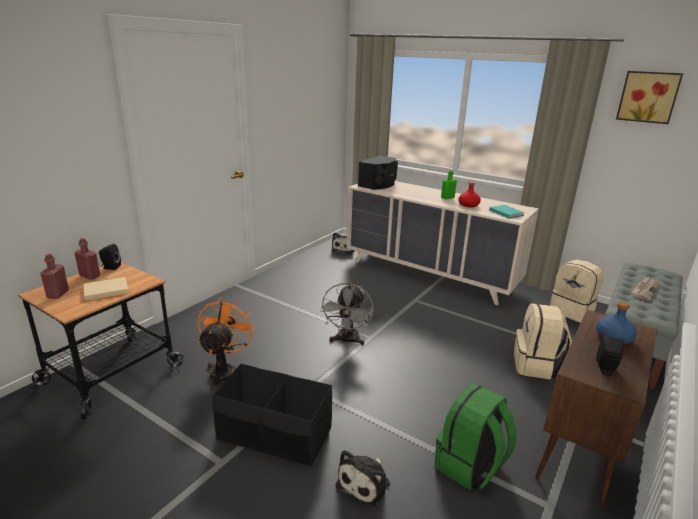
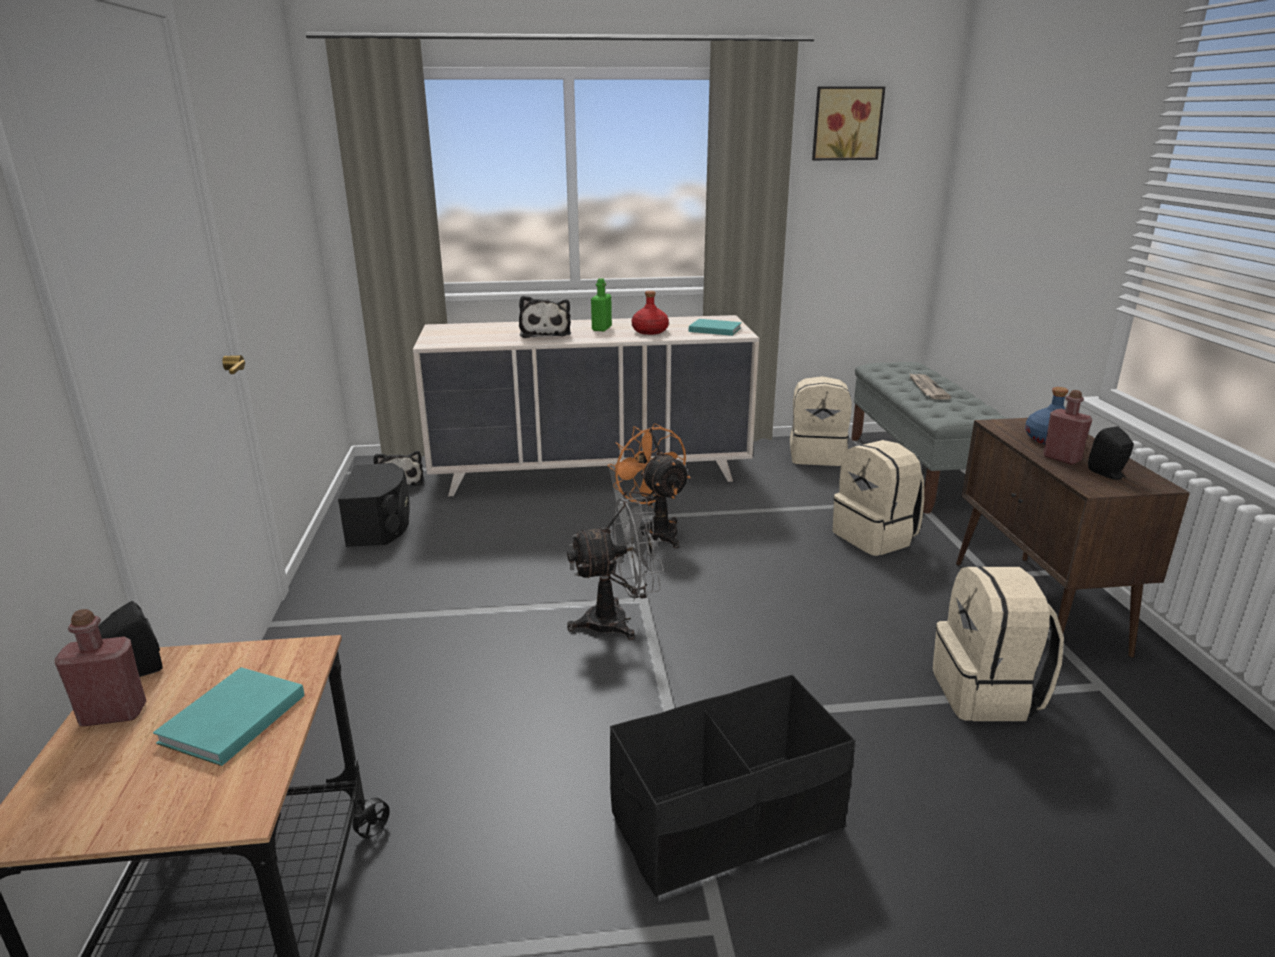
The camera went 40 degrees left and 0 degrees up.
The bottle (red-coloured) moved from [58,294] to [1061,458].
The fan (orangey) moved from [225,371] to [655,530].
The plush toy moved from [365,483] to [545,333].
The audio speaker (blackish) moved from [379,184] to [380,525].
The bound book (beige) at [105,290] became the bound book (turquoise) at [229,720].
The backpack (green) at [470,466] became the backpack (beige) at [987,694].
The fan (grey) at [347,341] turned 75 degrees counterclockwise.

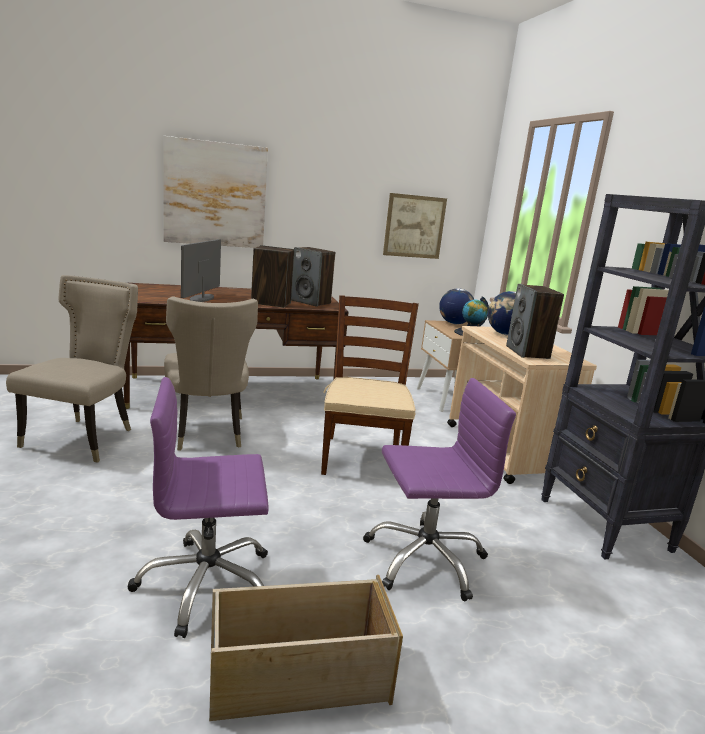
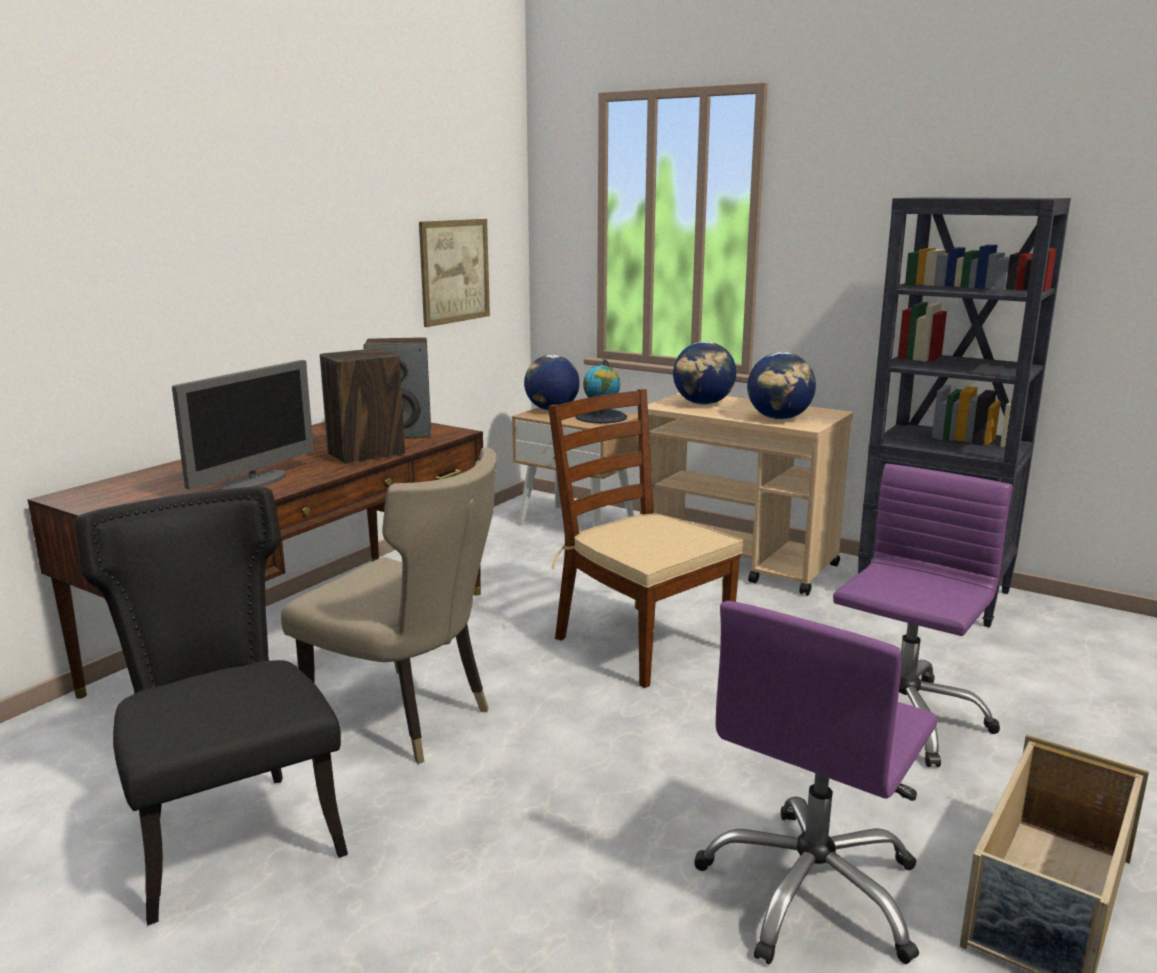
The camera went 40 degrees left and 0 degrees up.
The picture at [215,194] disappeared.
The audio speaker at [528,352] was replaced by the globe at [779,418].
The plain chair (beige) at [84,438] became the plain chair (blackish) at [233,835].
The computer display at [201,298] turned 120 degrees counterclockwise.

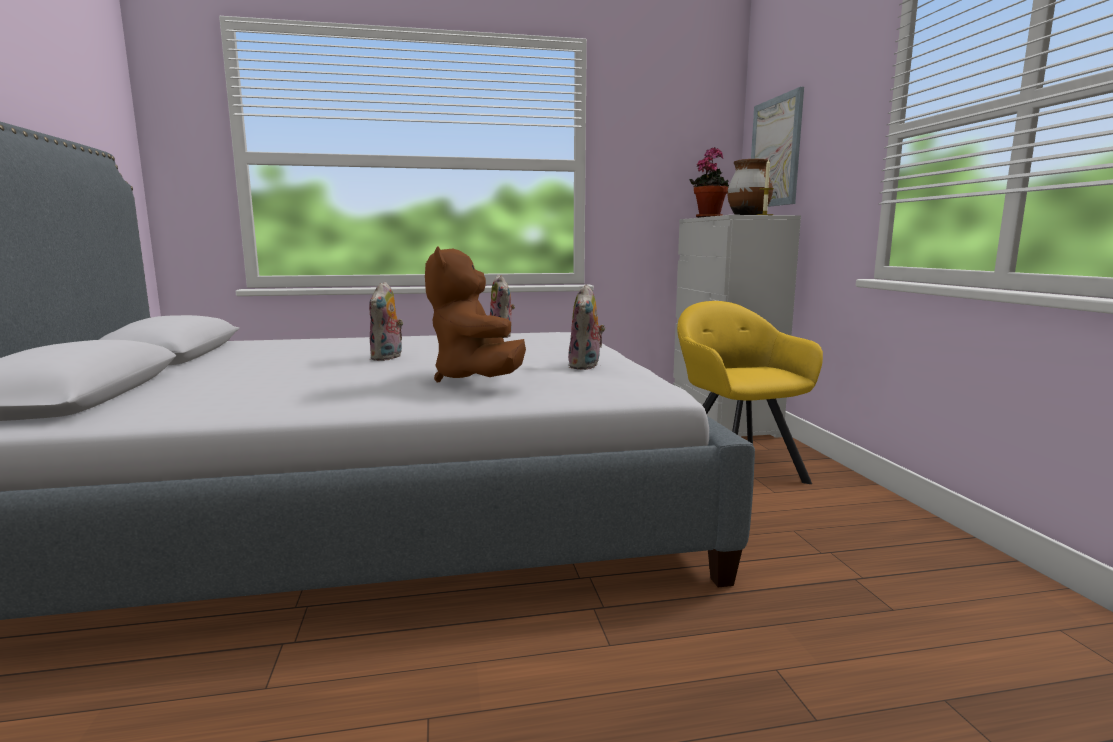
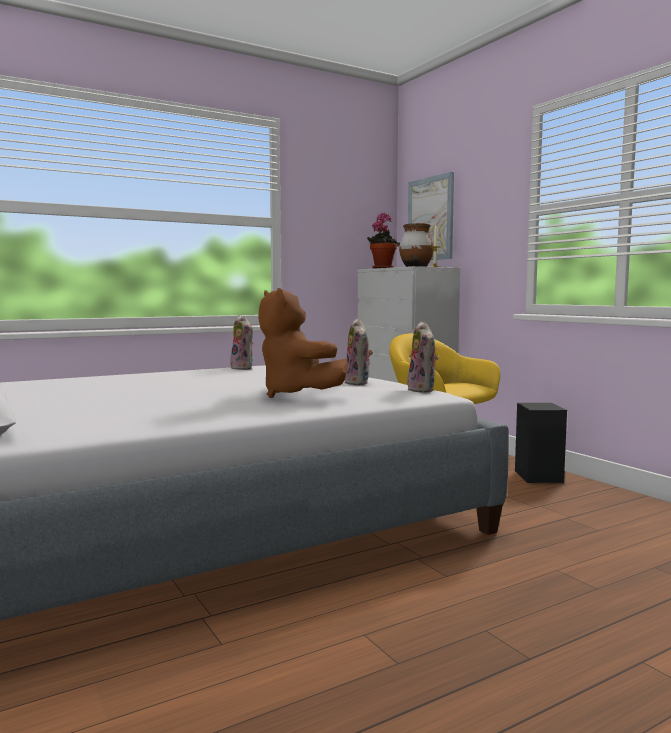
The camera went 20 degrees left and 5 degrees down.
The audio speaker (blackish) at [539,477] appeared.
The plush toy moved from [388,358] to [423,390].

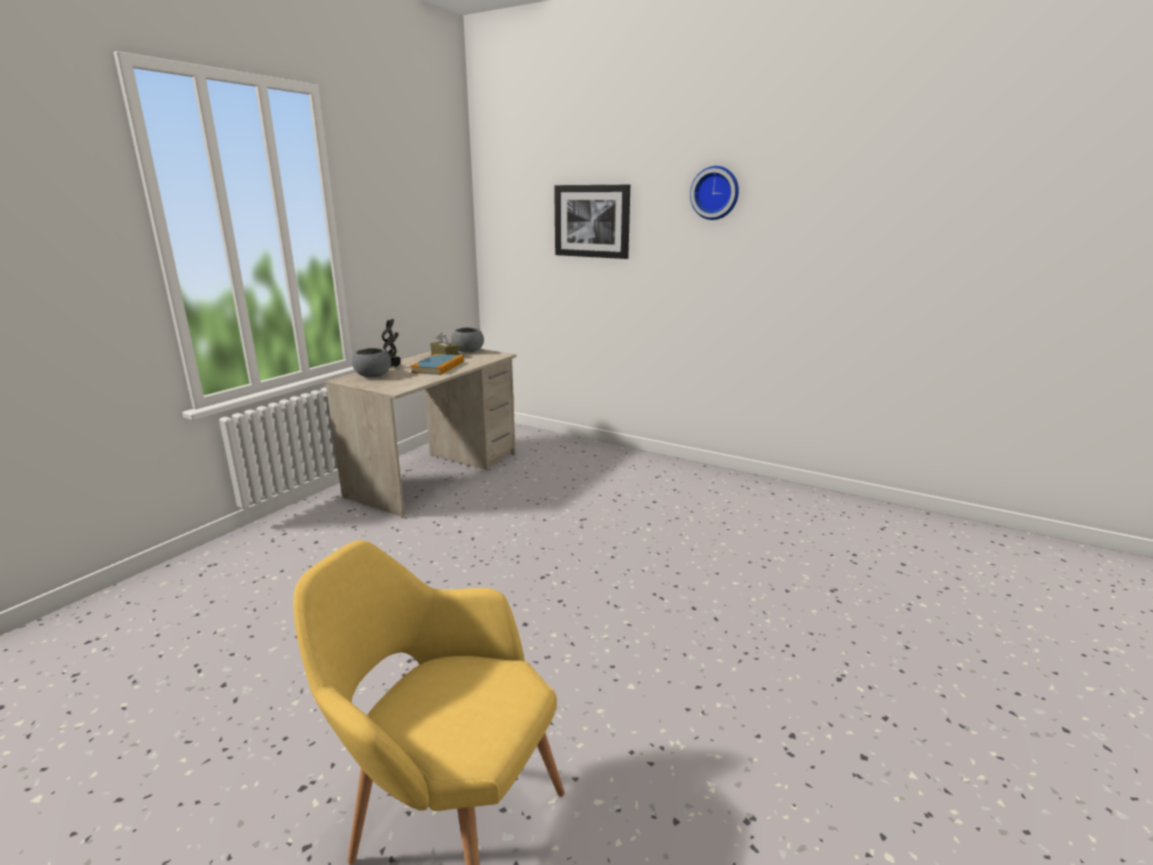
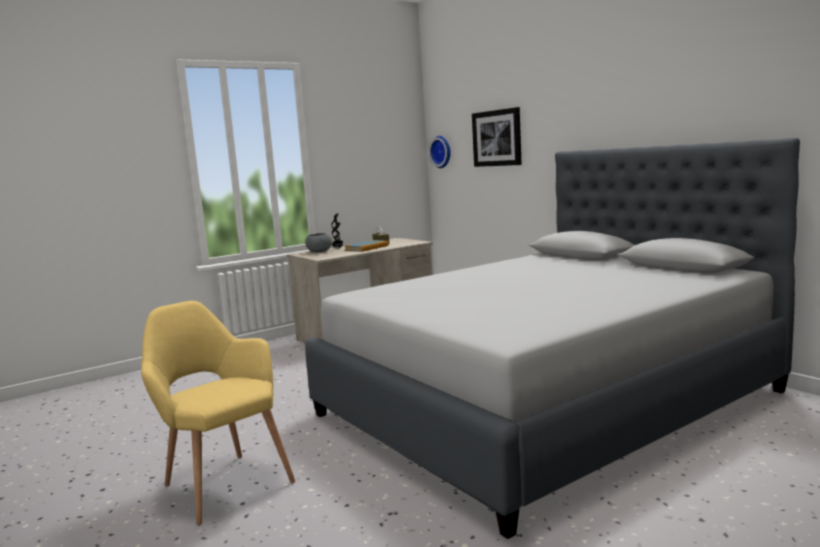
The camera went 25 degrees right and 10 degrees down.
The deep dish (grey) at [468,351] disappeared.
The sleeping bed (grey) at [547,403] appeared.
The hanging clock moved from [715,193] to [442,151].

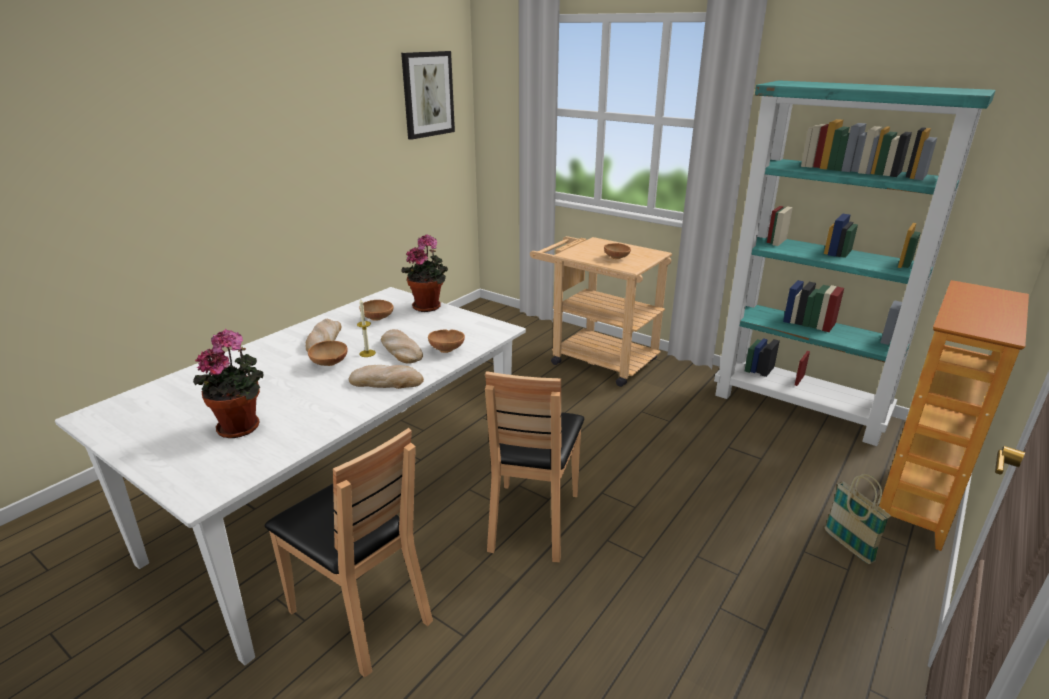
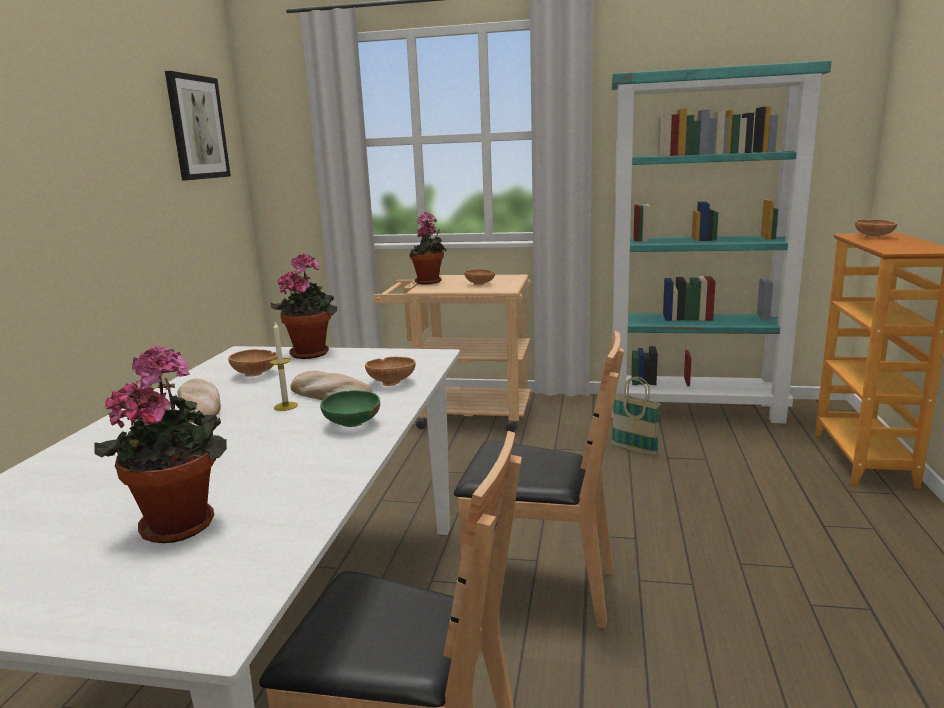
The camera went 25 degrees left and 10 degrees down.
The plant in a pot at [429,282] appeared.
The deep dish (brown) moved from [329,364] to [874,237].
The household basket moved from [848,546] to [634,449].
The bakery bread at [386,381] was replaced by the deep dish (green) at [352,425].
The plain chair (brown) at [533,520] turned 60 degrees counterclockwise.

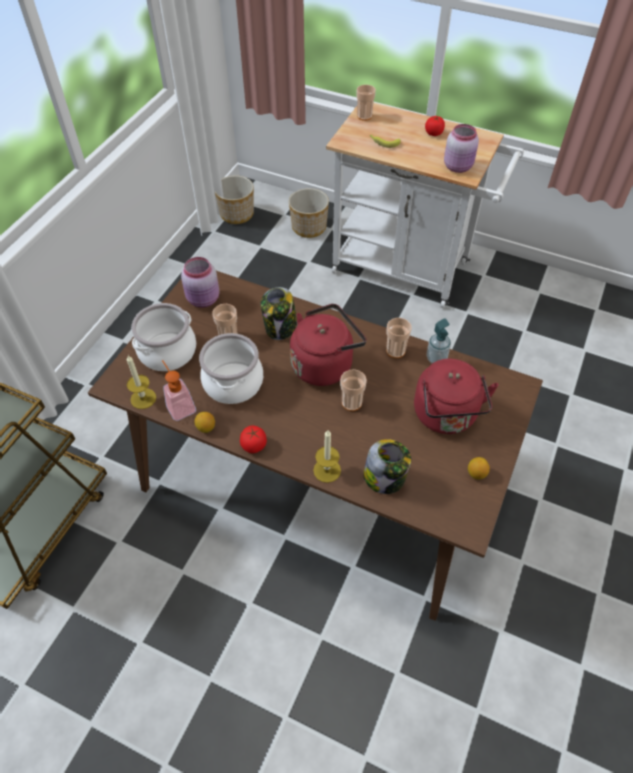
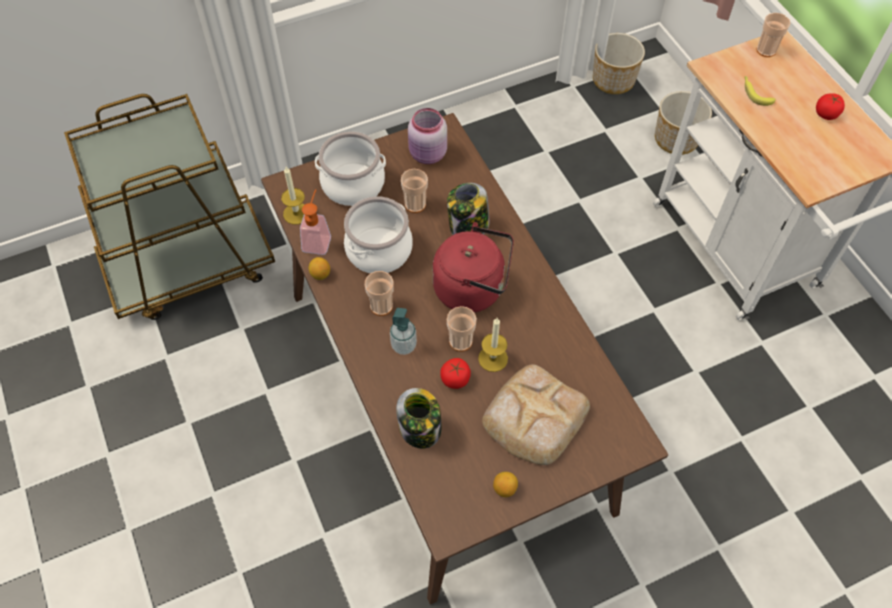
The camera went 40 degrees right and 5 degrees up.
The preserve jar (pink) at [458,166] disappeared.
The fresh tomato moved from [254,445] to [455,379].
The wax candle moved from [327,470] to [493,358].
The small cup moved from [395,351] to [381,306].
The soap bottle moved from [436,358] to [404,345].
The water kettle (red-coloured) at [446,416] was replaced by the bakery bread at [533,417].

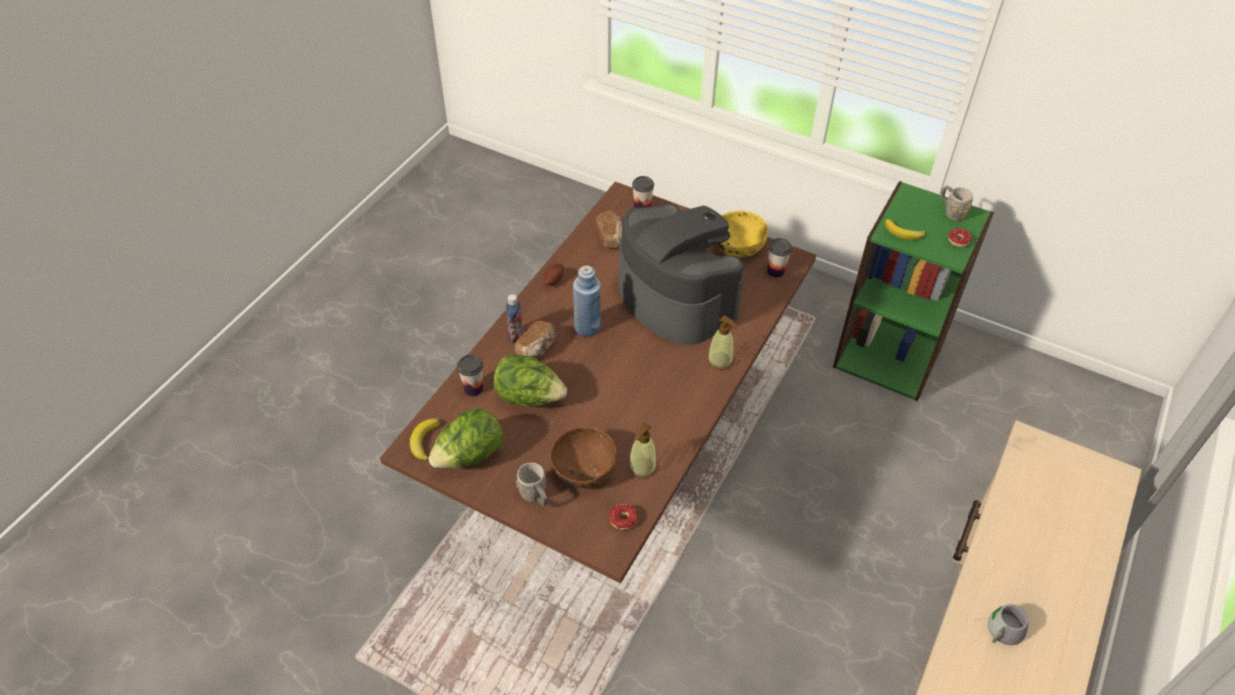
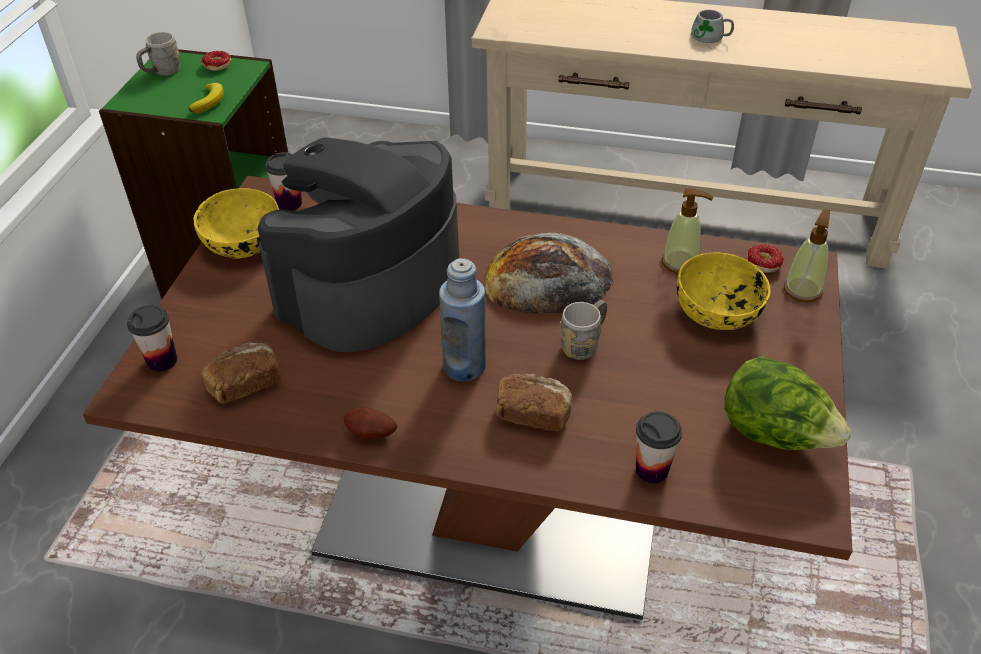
The camera went 105 degrees left and 5 degrees down.
The banana fruit at [424,441] disappeared.
The head of lettuce at [529,397] disappeared.
The bottle at [516,335] disappeared.
The bakery bread at [547,278] appeared.
The tea mug (grey) moved from [535,497] to [584,344].
The soap bottle moved from [720,360] to [802,290].
The deep dish (brown) at [583,469] became the deep dish (yellow) at [718,312].

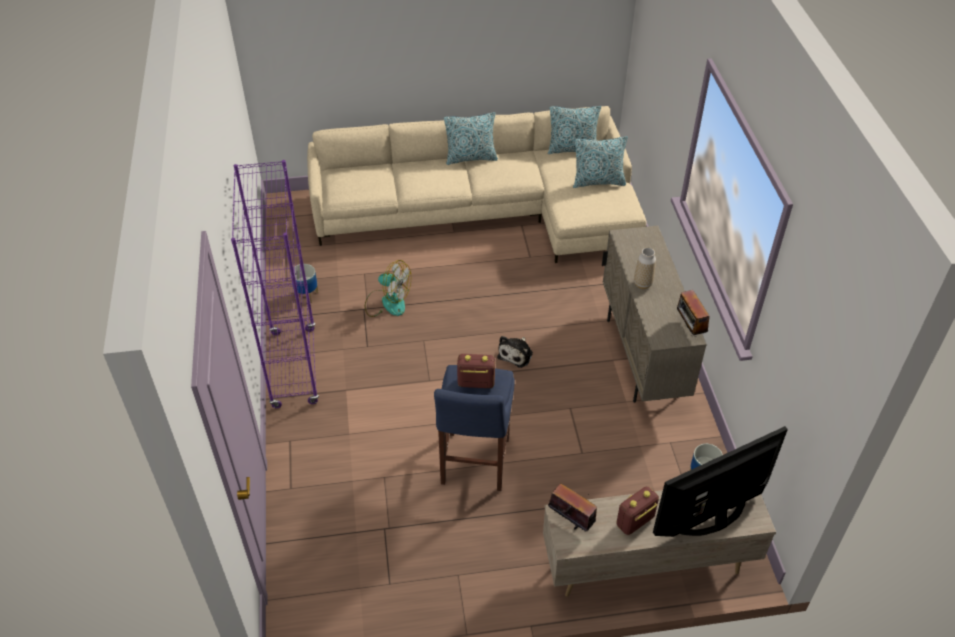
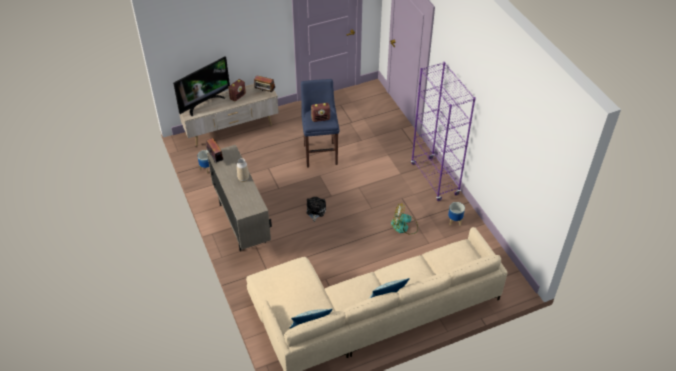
The camera went 165 degrees right and 0 degrees up.
The pillow at [598,181] disappeared.

